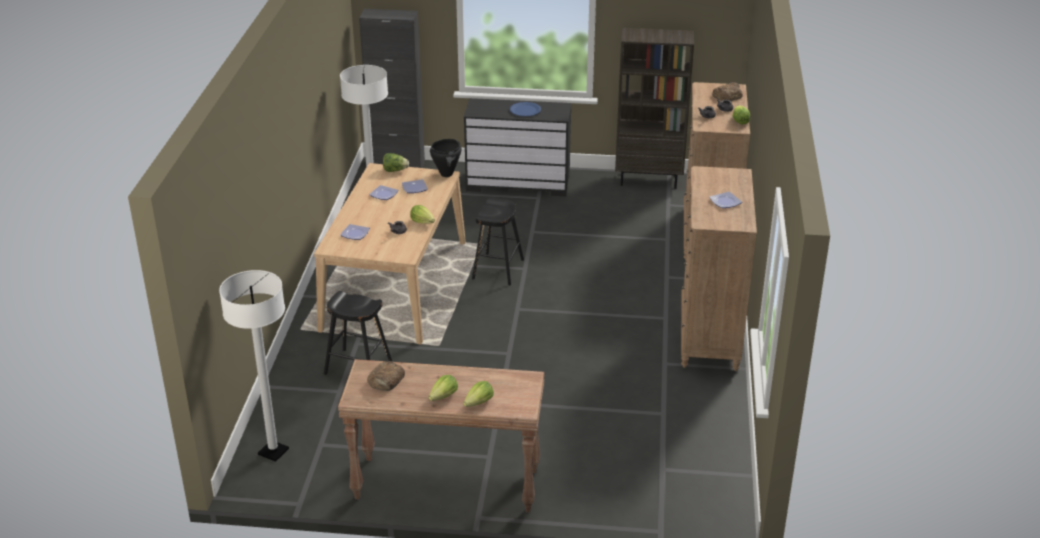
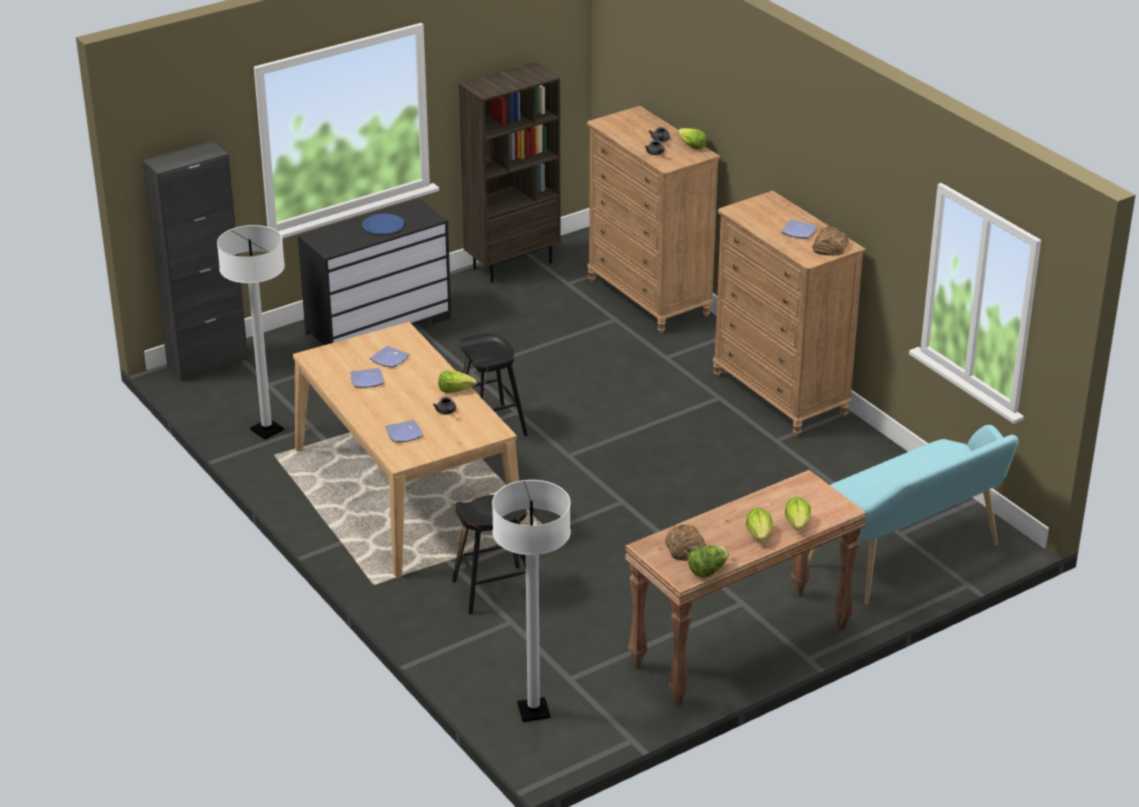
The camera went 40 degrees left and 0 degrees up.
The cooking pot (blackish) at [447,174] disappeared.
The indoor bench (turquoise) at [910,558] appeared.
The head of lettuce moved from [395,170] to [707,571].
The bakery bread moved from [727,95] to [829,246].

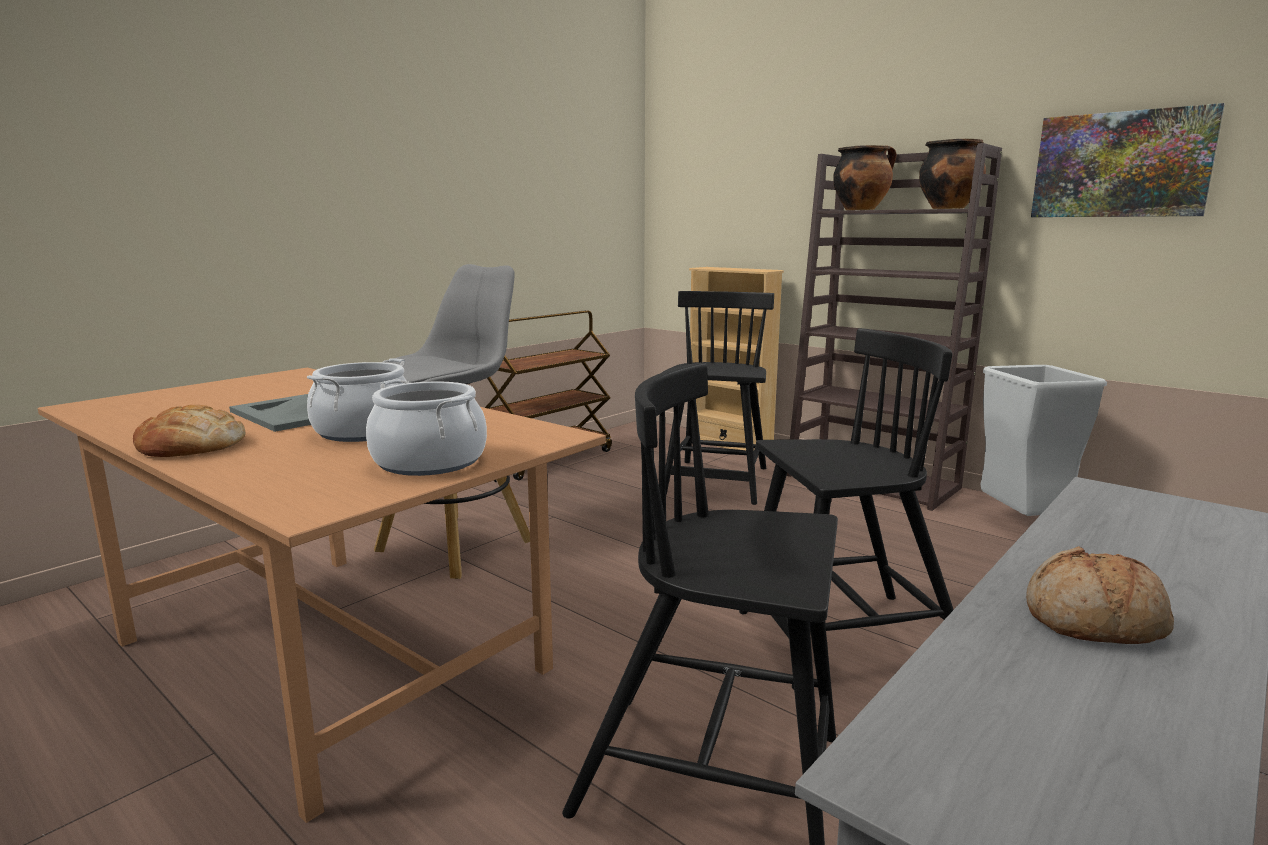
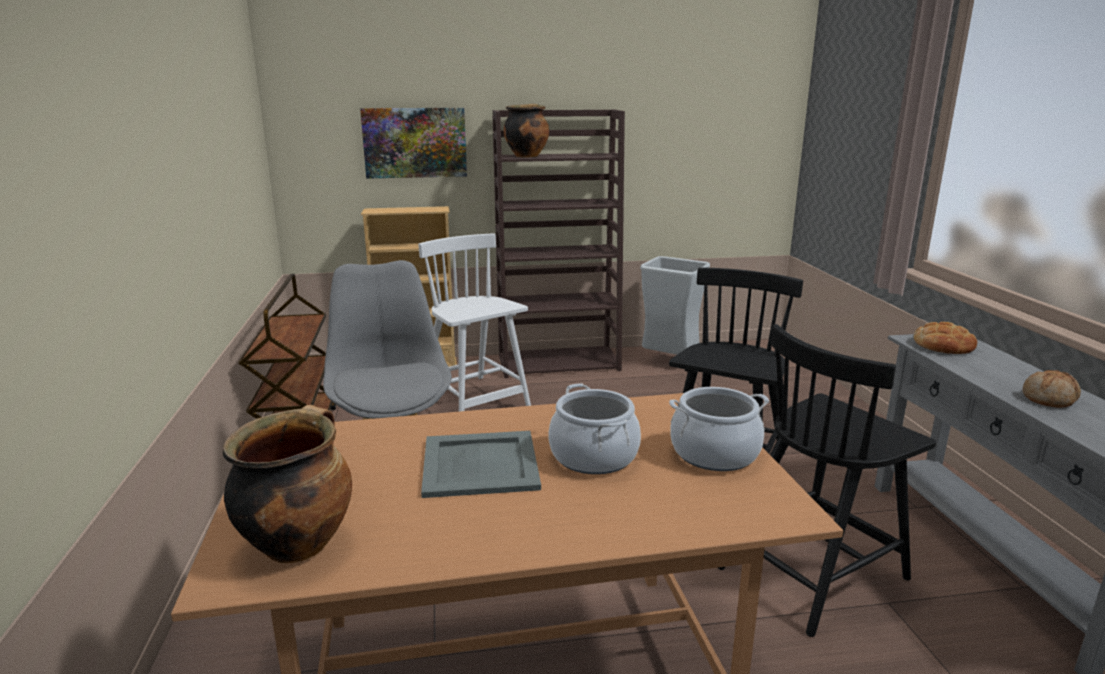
The camera went 50 degrees left and 5 degrees up.
The bakery bread moved from [192,445] to [943,345].
The cooking pot moved from [948,209] to [298,543].
The picture moved from [1121,165] to [415,142].
The plain chair (blackish) at [716,482] became the plain chair (white-coloured) at [474,402].

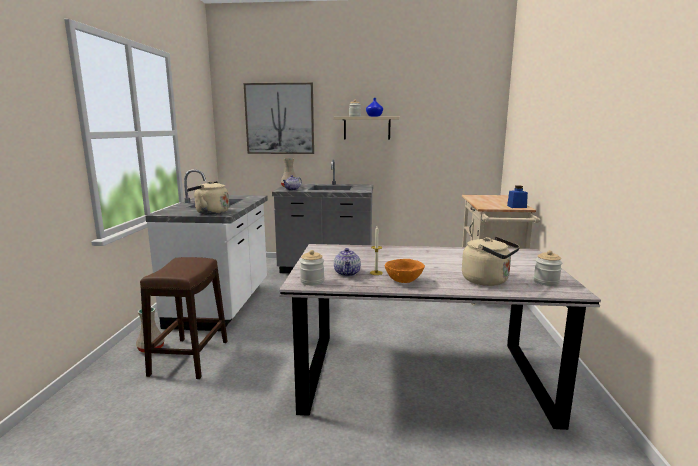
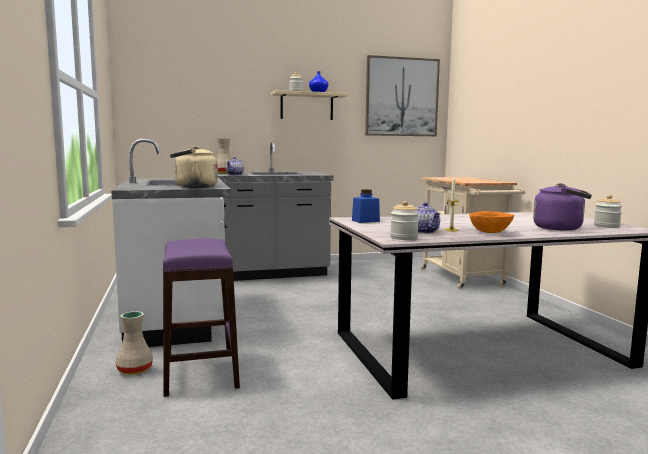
The camera went 20 degrees left and 5 degrees down.
The picture moved from [279,119] to [401,97].
The preserve jar (bluish) moved from [516,206] to [365,221].
The stool seat (brown) at [189,358] became the stool seat (purple-coloured) at [199,371].
The water kettle (beige) at [488,281] became the water kettle (purple-coloured) at [561,228].

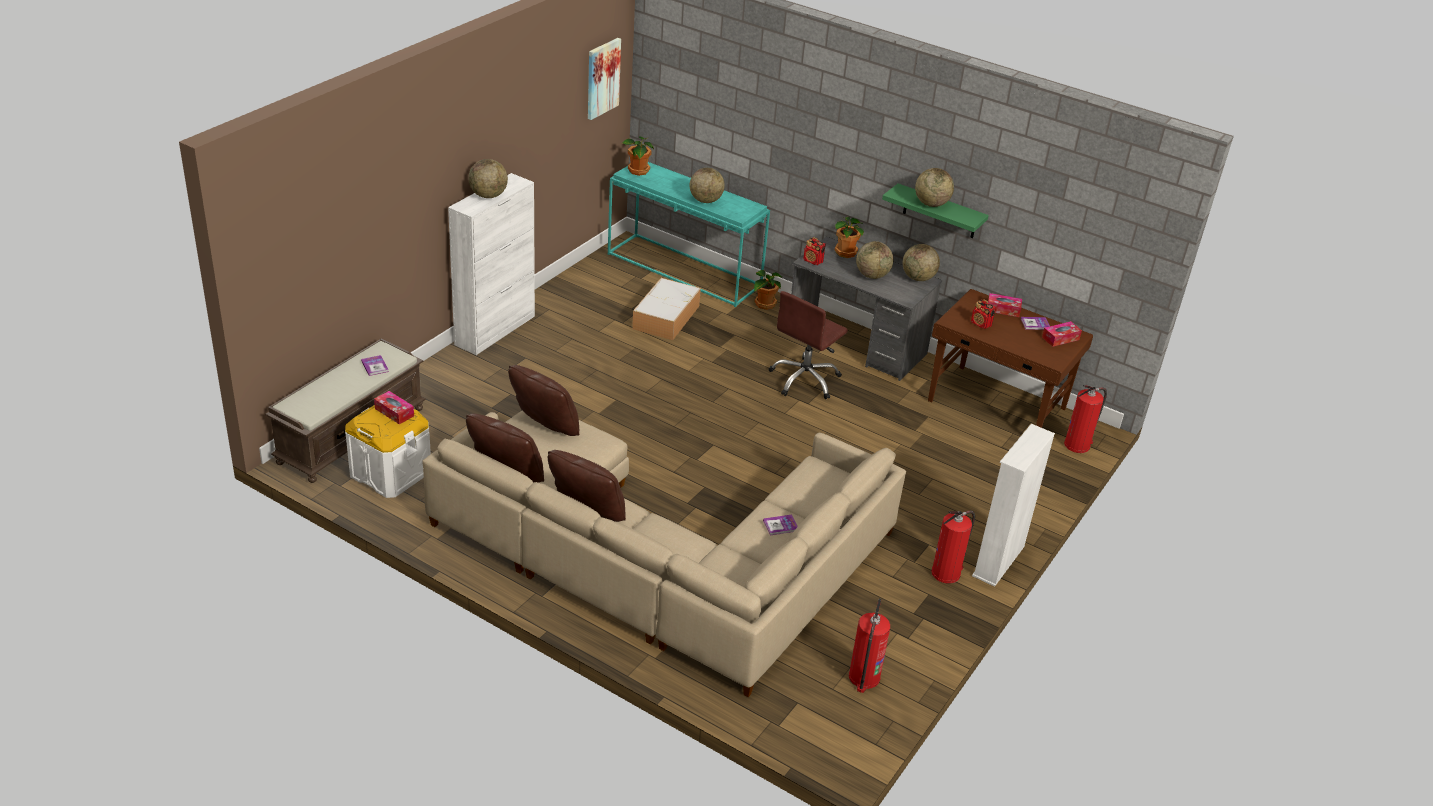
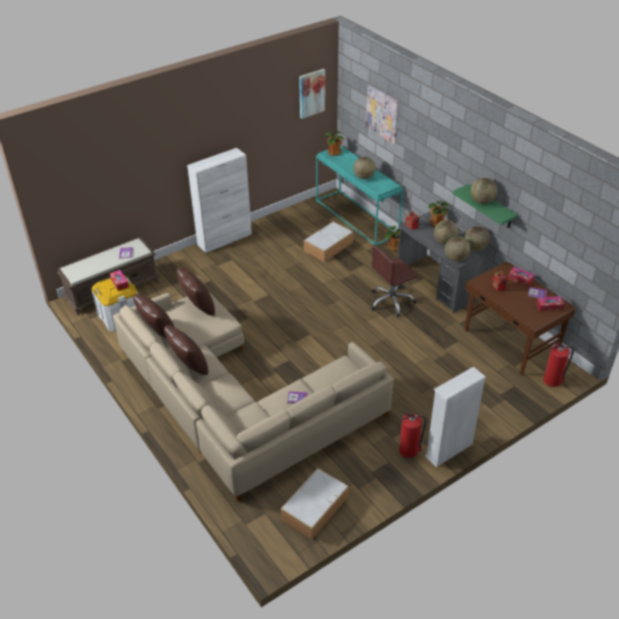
The camera went 25 degrees right and 5 degrees up.
The picture at [383,113] appeared.
The globe moved from [488,195] to [456,258].
The extinguisher at [863,677] was replaced by the storage bin at [315,507].

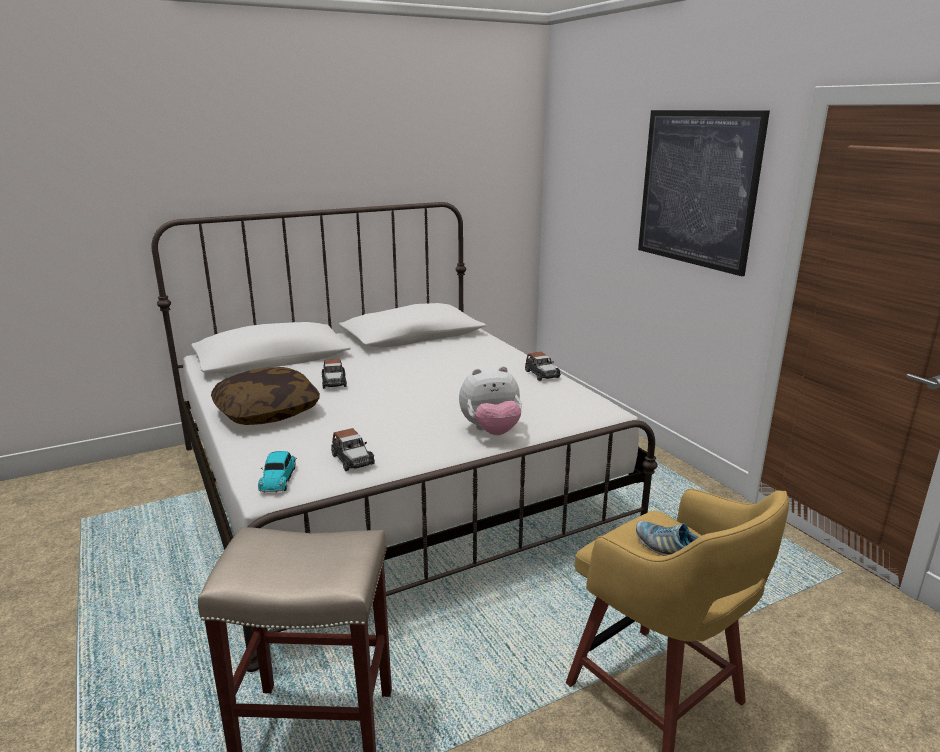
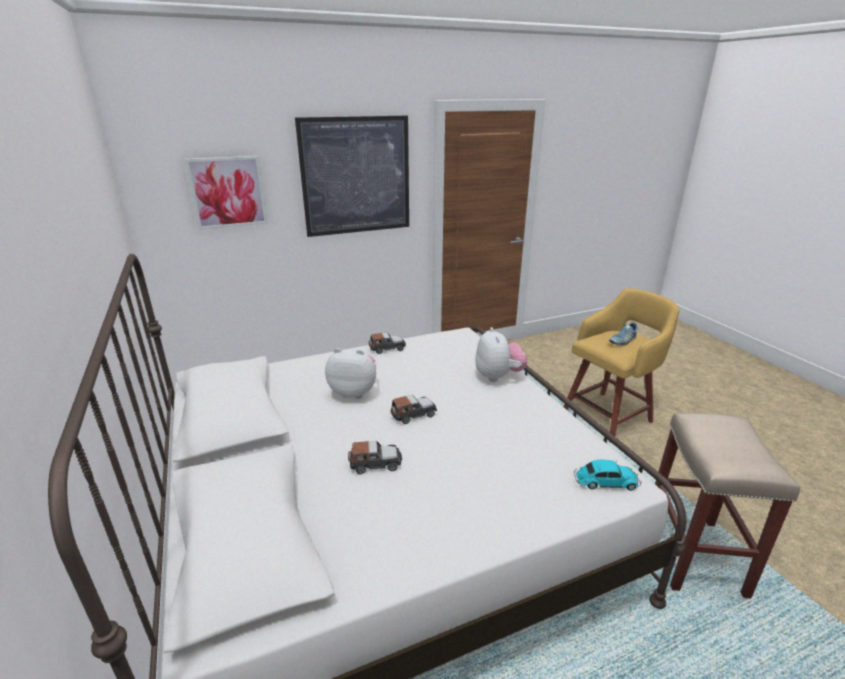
The camera went 85 degrees left and 5 degrees up.
The pillow at [267,412] disappeared.
The picture at [228,192] appeared.
The plush toy at [354,392] appeared.
The model car moved from [352,459] to [413,414].

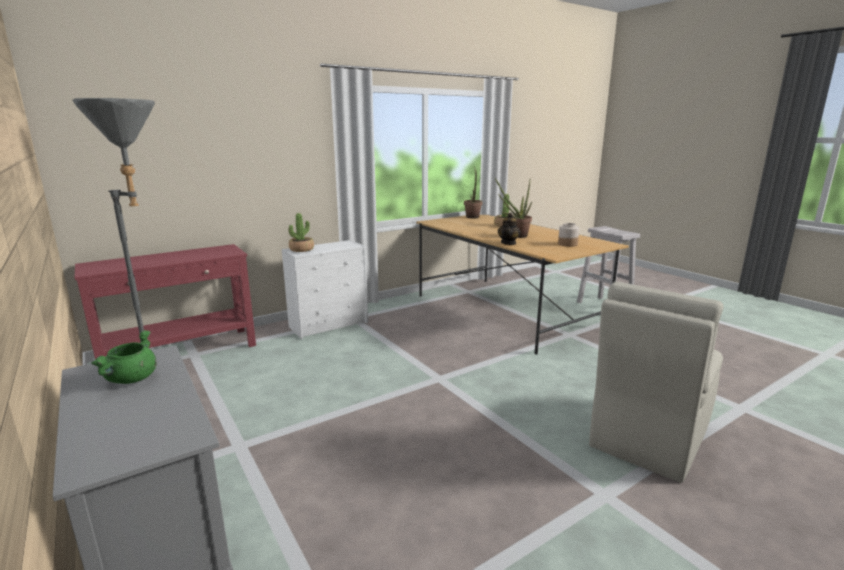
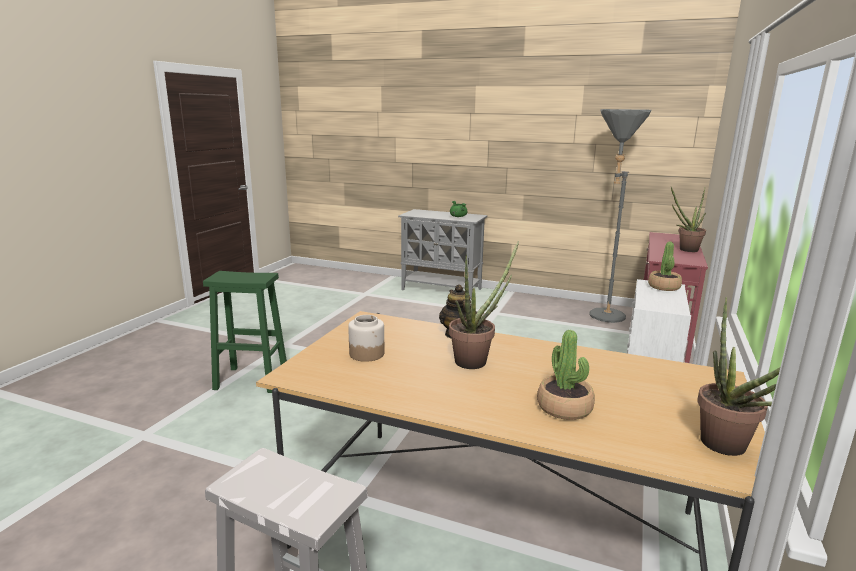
The camera went 145 degrees right and 0 degrees up.
The plant in a pot at [685,250] appeared.
The plain chair (beige) at [647,438] was replaced by the stool seat (green) at [253,380].

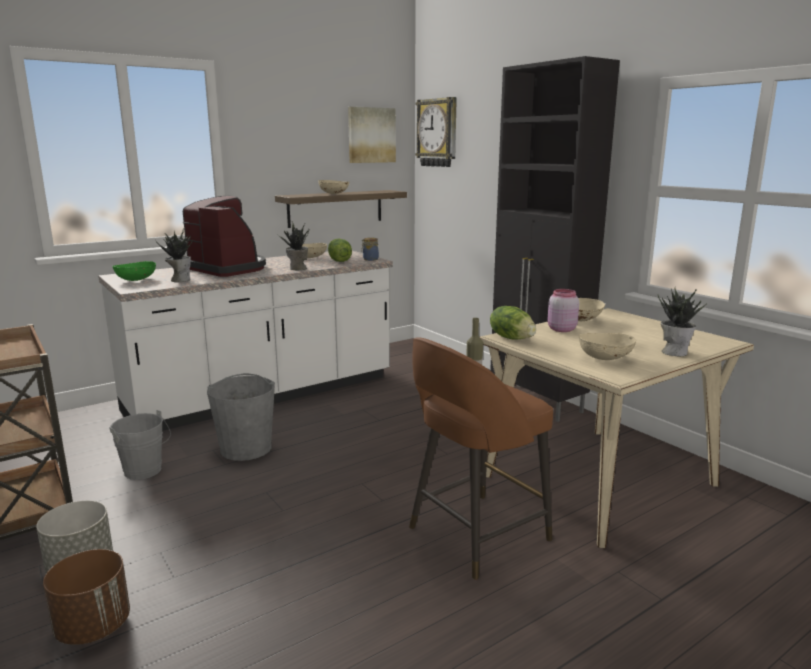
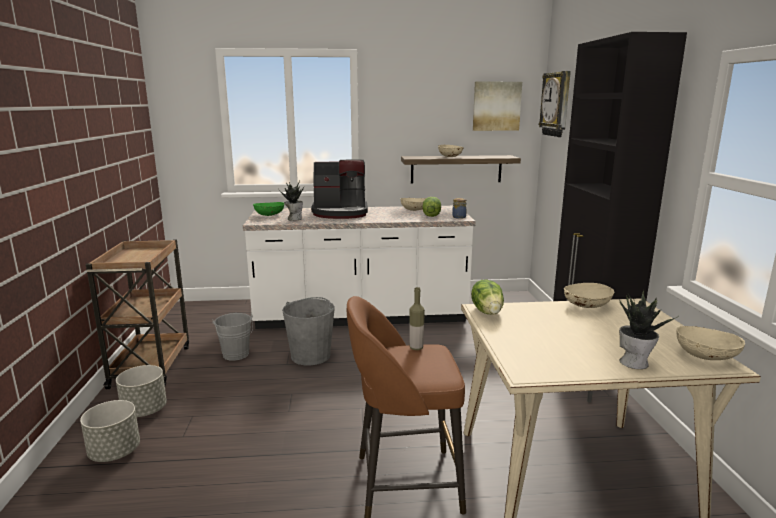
The camera went 30 degrees right and 0 degrees up.
The plant in a pot at [297,268] disappeared.
The preserve jar (pink) at [560,329] disappeared.
The deep dish (beige) moved from [605,358] to [706,356].
The plant pot (brown) at [93,627] became the plant pot (grey) at [115,452].
The coffee machine at [228,268] turned 105 degrees clockwise.

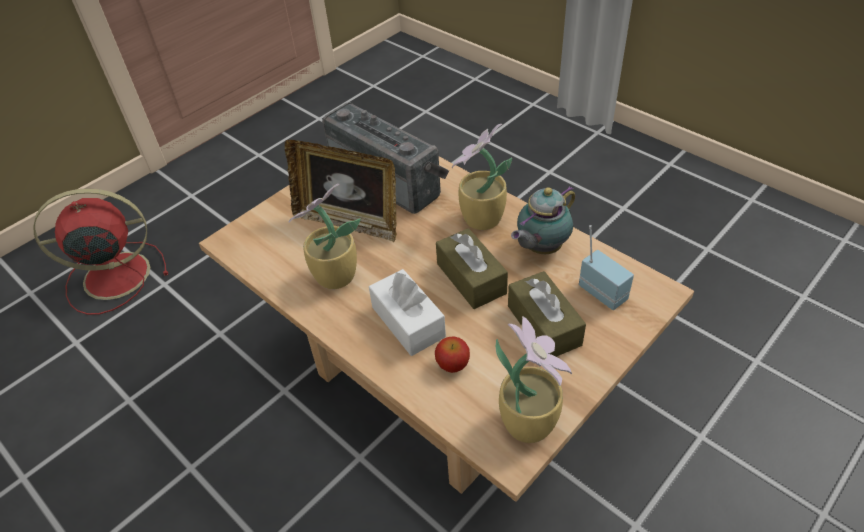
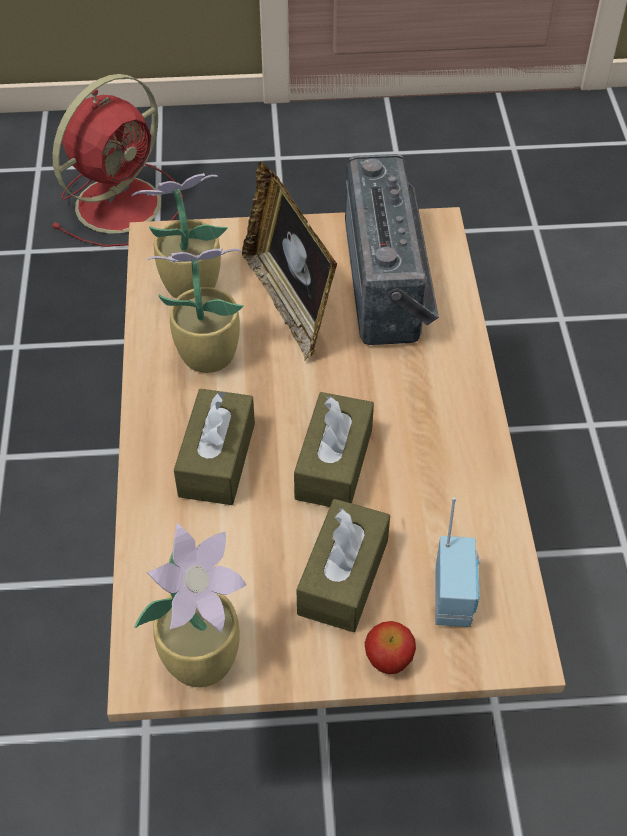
The camera went 40 degrees right and 5 degrees up.
The tea pot at [540,248] disappeared.
The apple fruit moved from [453,365] to [388,660].
The plant in a pot moved from [480,220] to [188,285].
The tissue box (white-coloured) at [408,322] became the tissue box (brown) at [217,459].
The fan (red-coloured) at [113,276] turned 105 degrees clockwise.

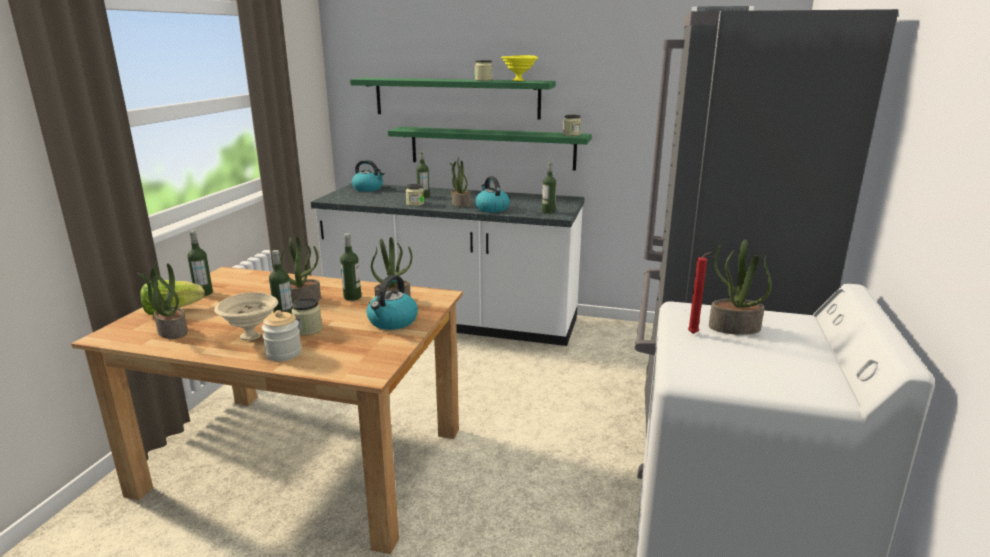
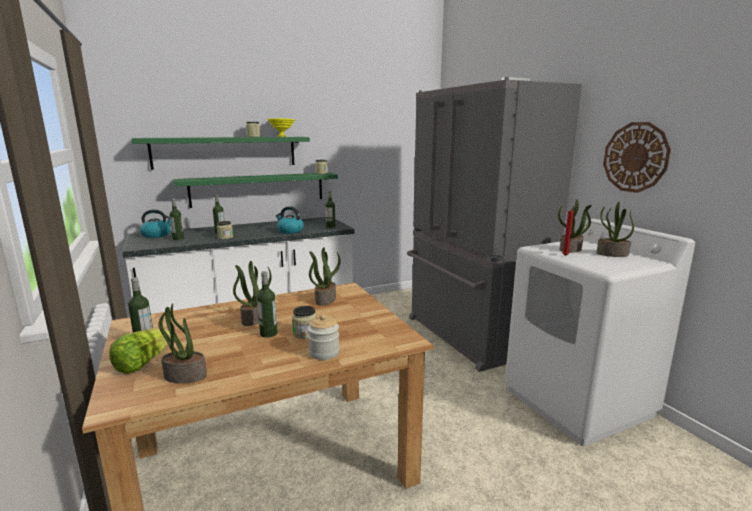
The camera went 40 degrees left and 5 degrees down.
The deep dish (beige) at [252,336] disappeared.
The water kettle at [392,322] disappeared.
The hanging clock at [635,157] appeared.
The bottle moved from [352,297] to [178,238].
The plant in a pot moved from [460,204] to [611,254].

